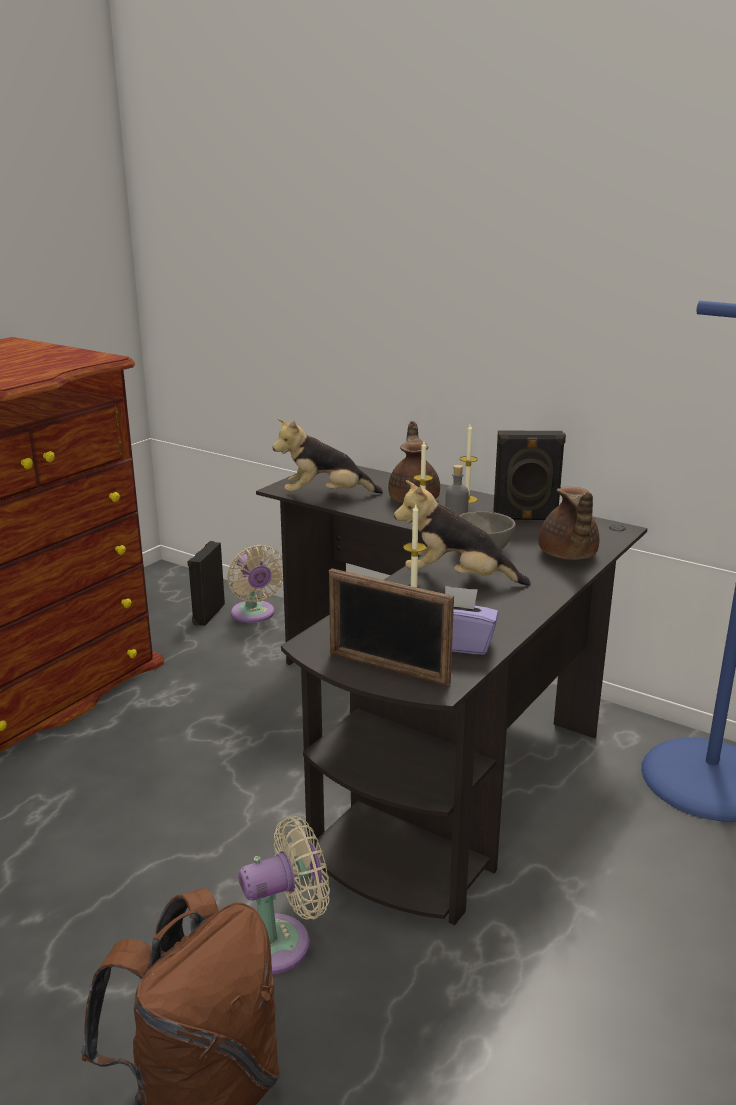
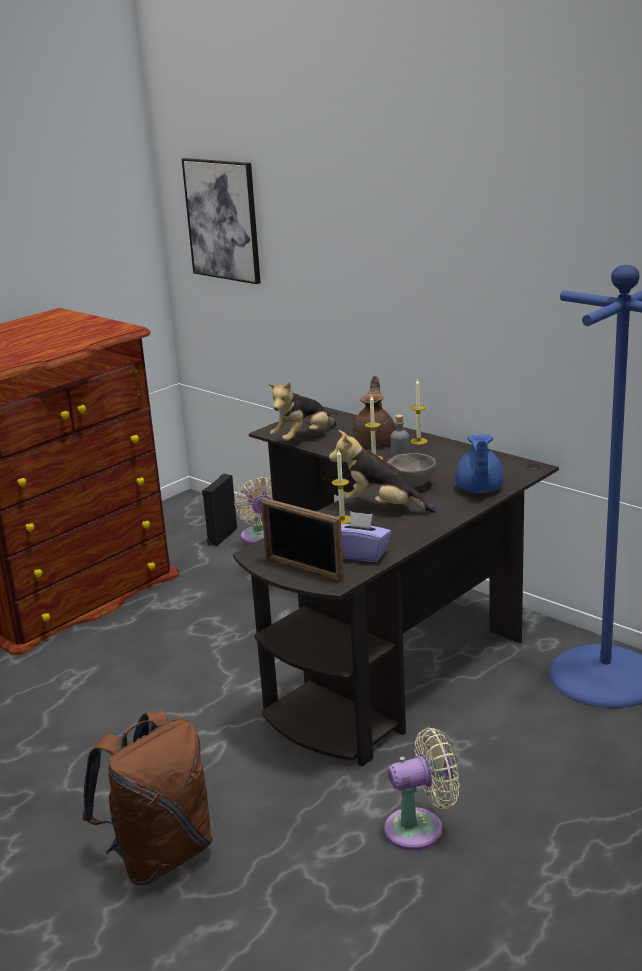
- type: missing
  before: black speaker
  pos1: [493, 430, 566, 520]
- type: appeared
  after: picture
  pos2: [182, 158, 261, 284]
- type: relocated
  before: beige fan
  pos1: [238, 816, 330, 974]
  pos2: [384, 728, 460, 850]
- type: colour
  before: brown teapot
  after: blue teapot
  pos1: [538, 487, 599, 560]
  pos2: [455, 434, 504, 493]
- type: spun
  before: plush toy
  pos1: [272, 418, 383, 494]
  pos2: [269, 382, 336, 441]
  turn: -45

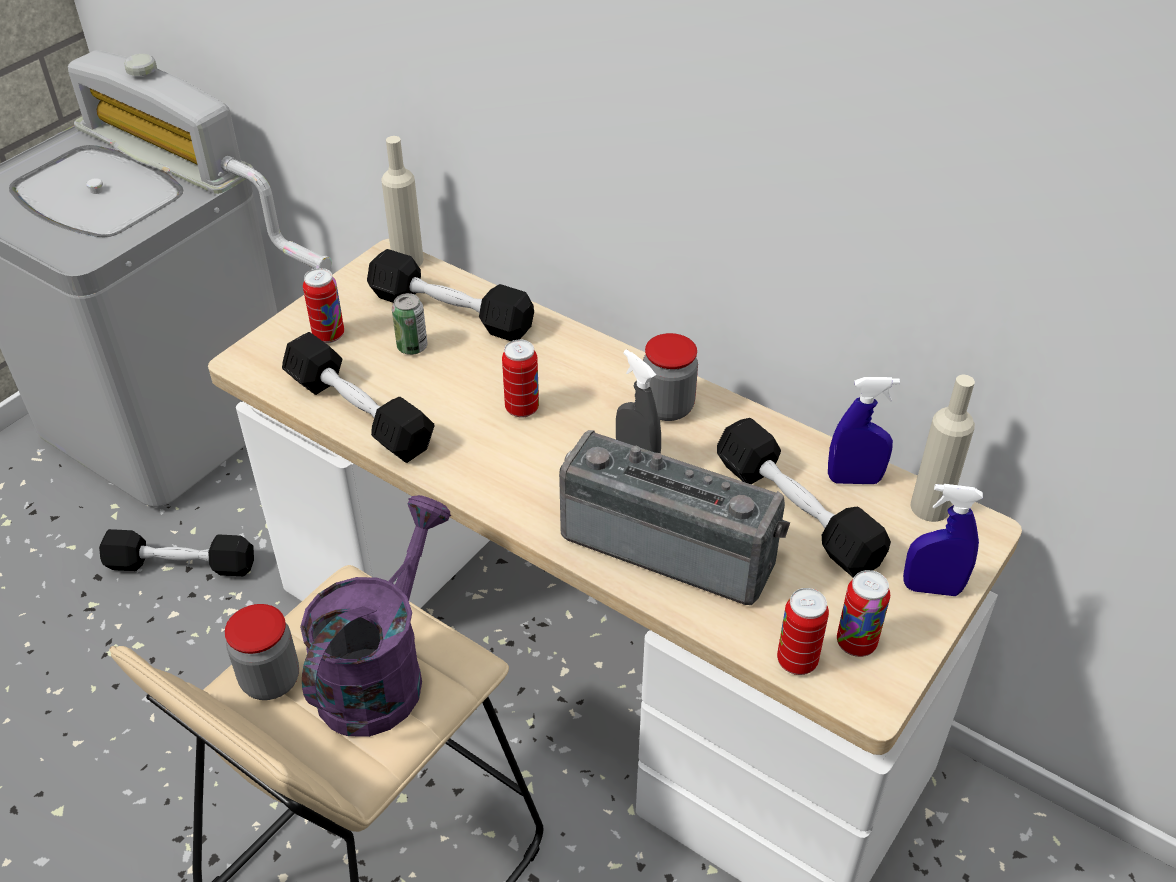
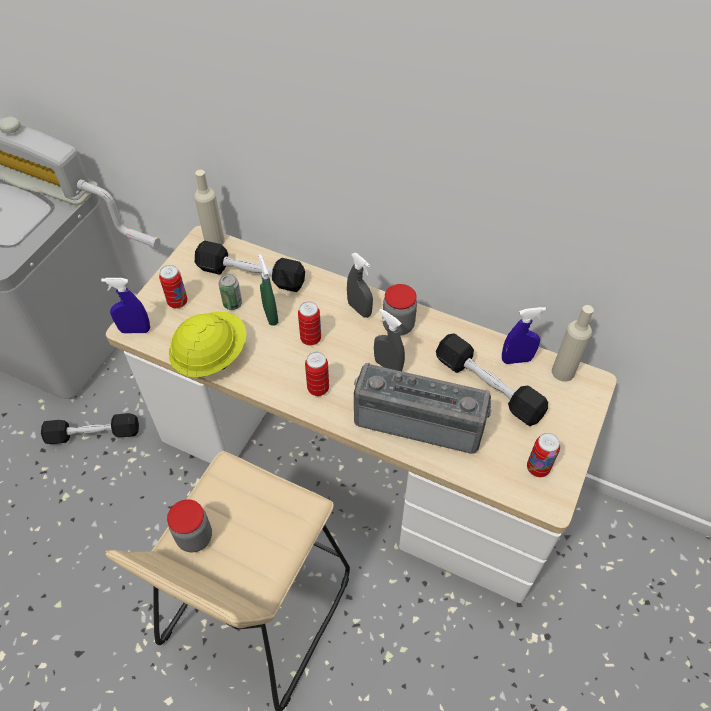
- type: missing
  before: purple watering can
  pos1: [300, 495, 451, 737]
- type: appeared
  after: green spray bottle
  pos2: [258, 254, 278, 326]
- type: appeared
  after: grey spray bottle
  pos2: [347, 253, 373, 318]
- type: relocated
  before: can
  pos1: [777, 588, 829, 675]
  pos2: [305, 352, 329, 396]
- type: relocated
  before: blue spray bottle
  pos1: [903, 484, 983, 596]
  pos2: [101, 278, 150, 334]
- type: exchanged
  before: black dumbbell
  after: yellow hard hat
  pos1: [282, 332, 435, 463]
  pos2: [169, 312, 246, 377]

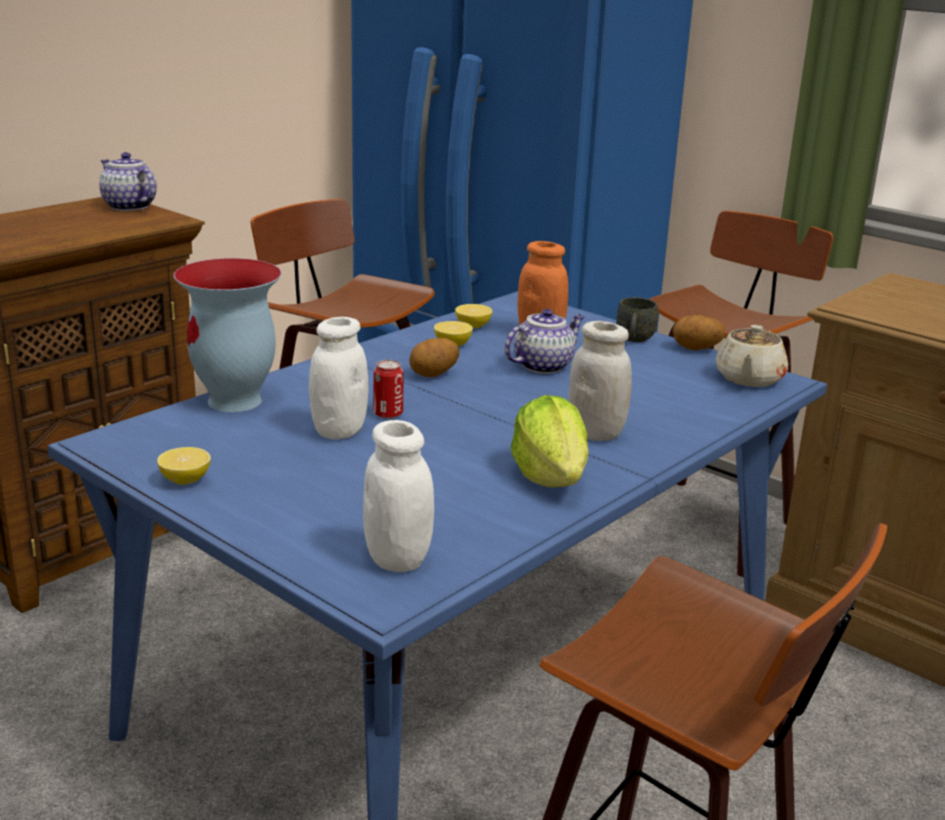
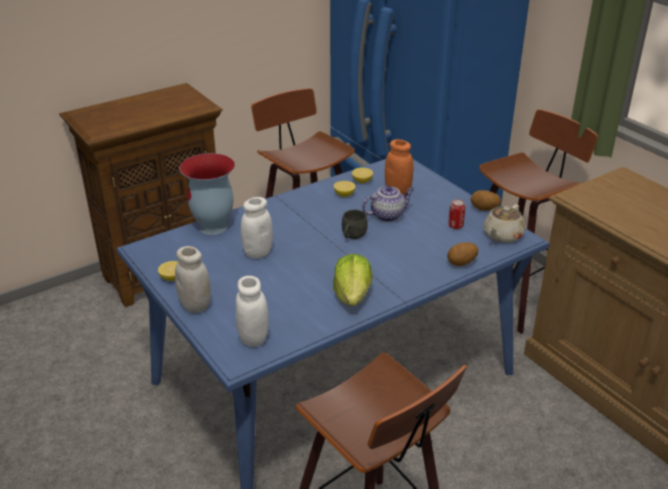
- type: missing
  before: teapot
  pos1: [99, 152, 157, 211]
- type: relocated
  before: can
  pos1: [373, 360, 403, 419]
  pos2: [448, 199, 466, 229]
- type: relocated
  before: potato
  pos1: [409, 338, 459, 377]
  pos2: [447, 242, 478, 266]
- type: relocated
  before: white jar
  pos1: [568, 321, 632, 441]
  pos2: [175, 246, 211, 313]
- type: relocated
  before: grey mug
  pos1: [616, 297, 658, 342]
  pos2: [342, 209, 368, 239]

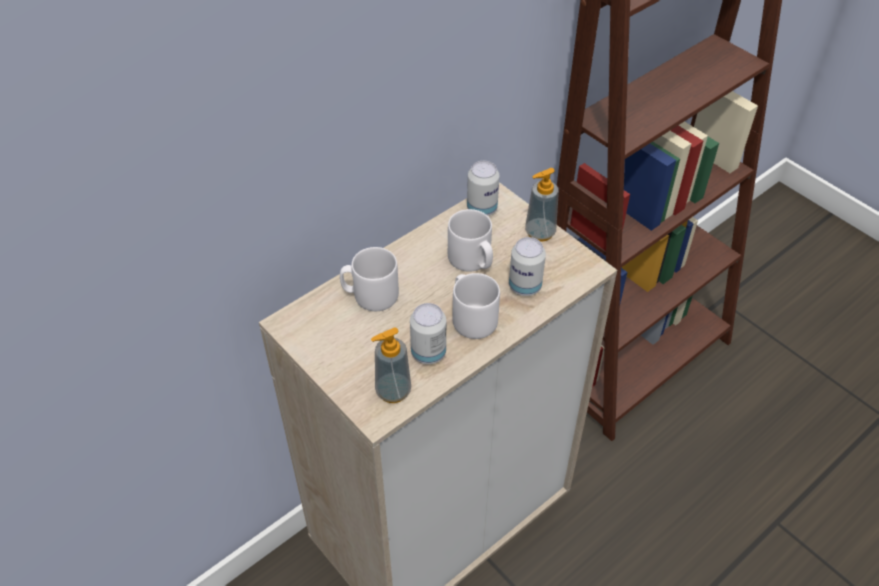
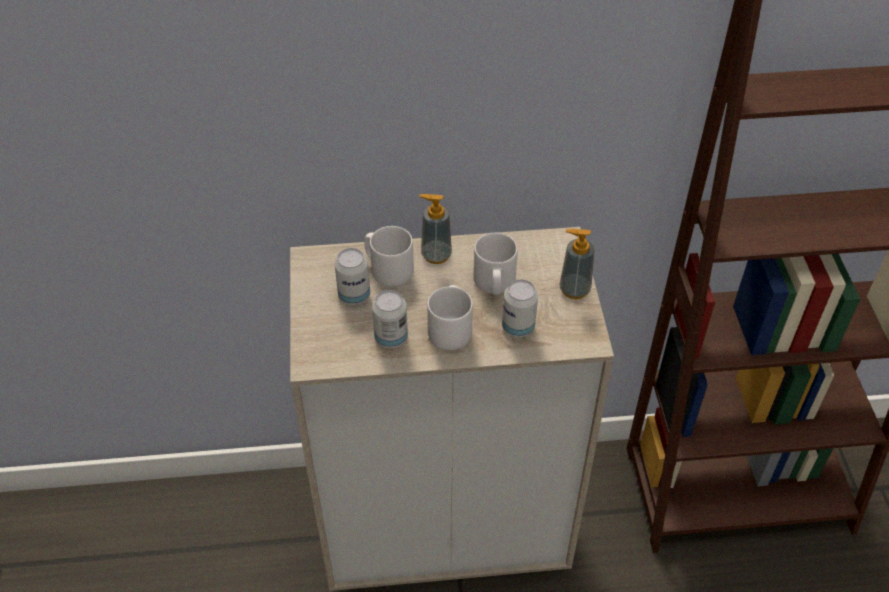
- type: relocated
  before: soap dispenser
  pos1: [371, 327, 411, 403]
  pos2: [419, 194, 452, 264]
- type: relocated
  before: can
  pos1: [467, 161, 500, 216]
  pos2: [335, 248, 370, 305]

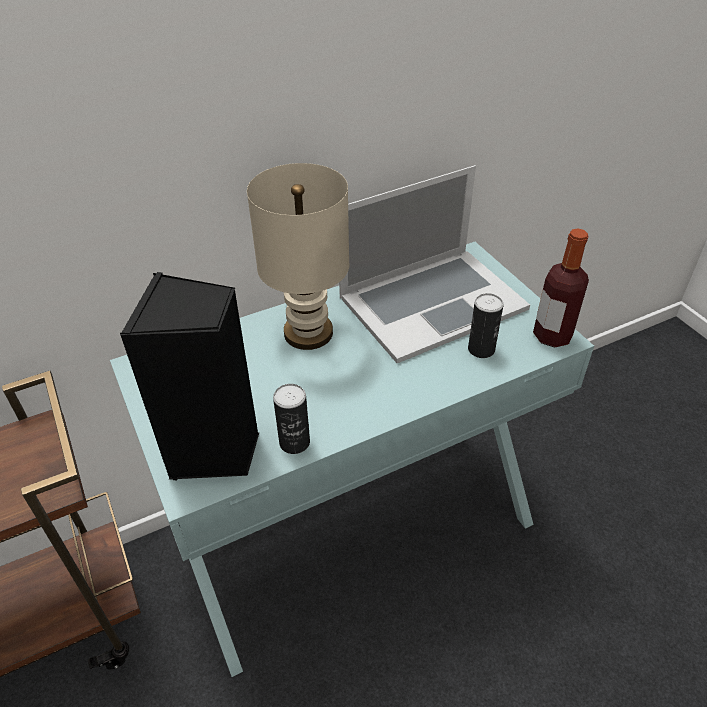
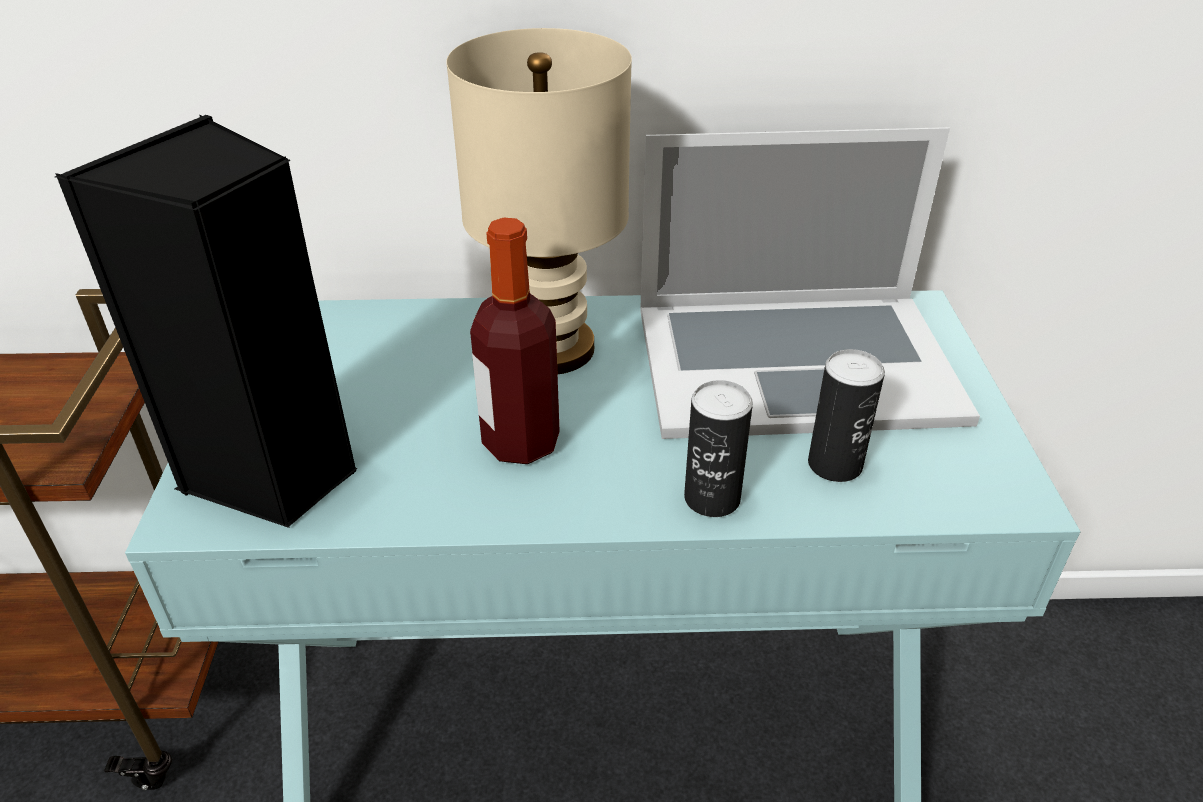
- type: relocated
  before: can
  pos1: [273, 384, 310, 454]
  pos2: [684, 380, 753, 517]
- type: relocated
  before: bottle
  pos1: [533, 228, 589, 348]
  pos2: [470, 218, 560, 464]

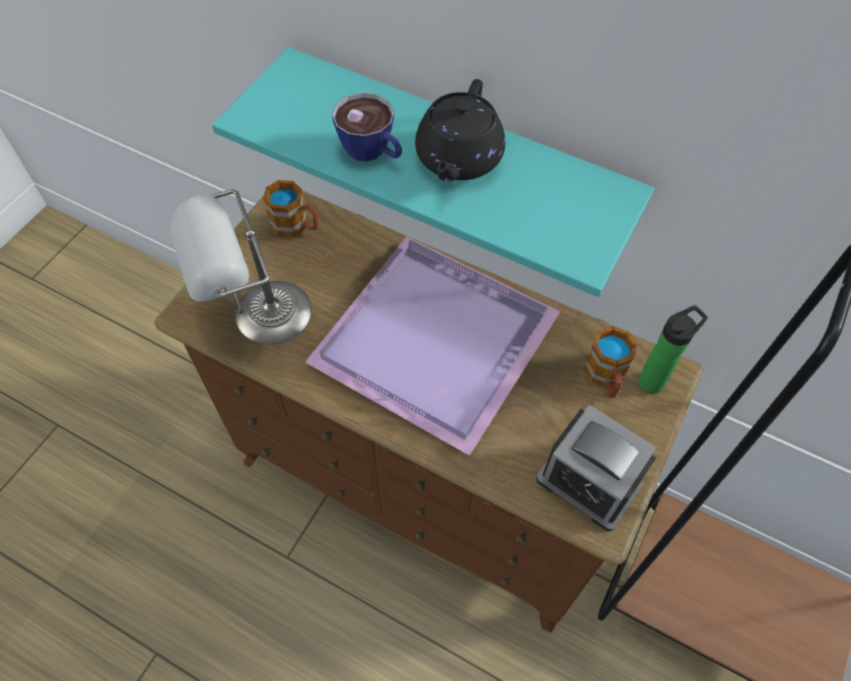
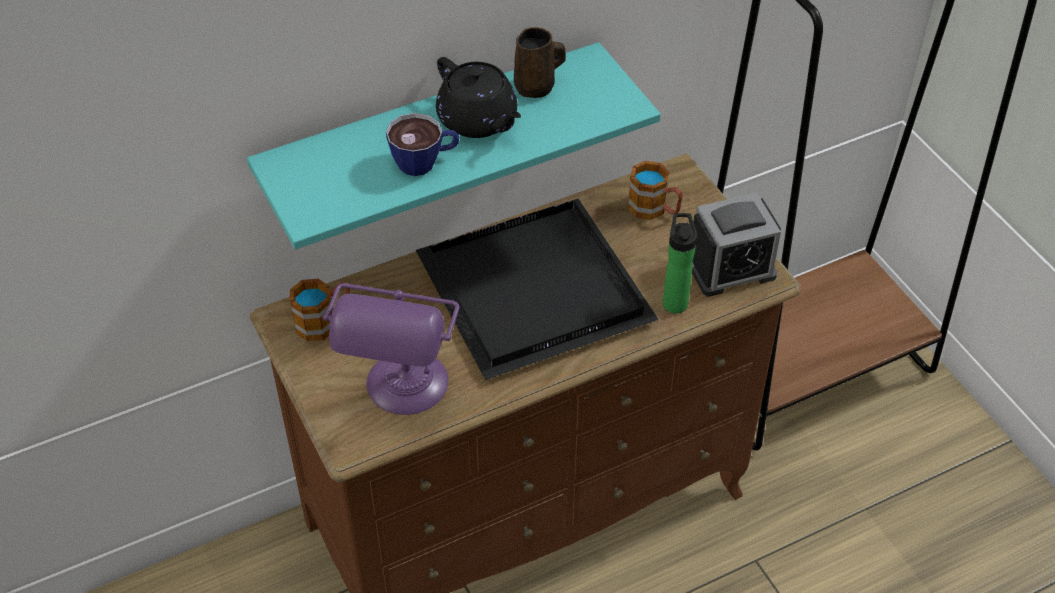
- type: appeared
  after: brown mug
  pos2: [514, 27, 566, 98]
- type: relocated
  before: bottle
  pos1: [638, 305, 708, 394]
  pos2: [663, 213, 697, 314]
- type: colour
  before: white table lamp
  after: purple table lamp
  pos1: [171, 190, 312, 345]
  pos2: [323, 283, 460, 415]
- type: colour
  before: purple tray
  after: black tray
  pos1: [305, 236, 560, 456]
  pos2: [416, 199, 659, 380]

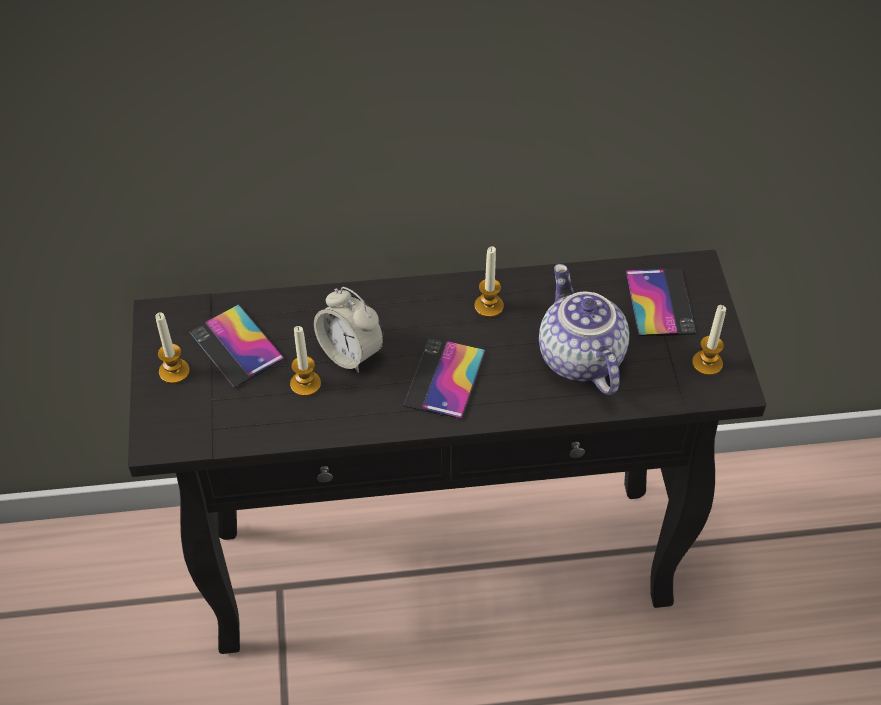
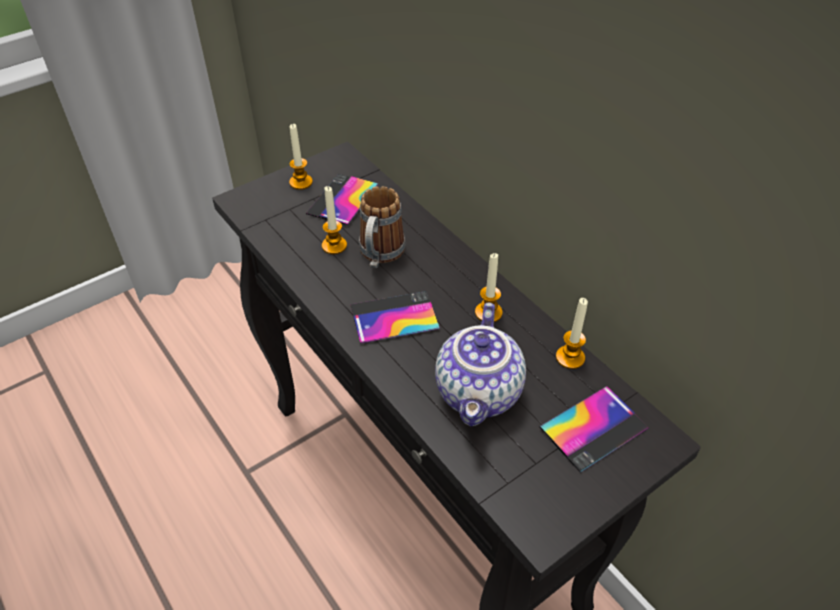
- type: relocated
  before: candle
  pos1: [692, 305, 726, 376]
  pos2: [556, 298, 588, 369]
- type: exchanged
  before: alarm clock
  after: mug
  pos1: [314, 287, 384, 373]
  pos2: [359, 186, 405, 268]
- type: spun
  before: teapot
  pos1: [539, 264, 629, 395]
  pos2: [435, 302, 526, 426]
  turn: 150

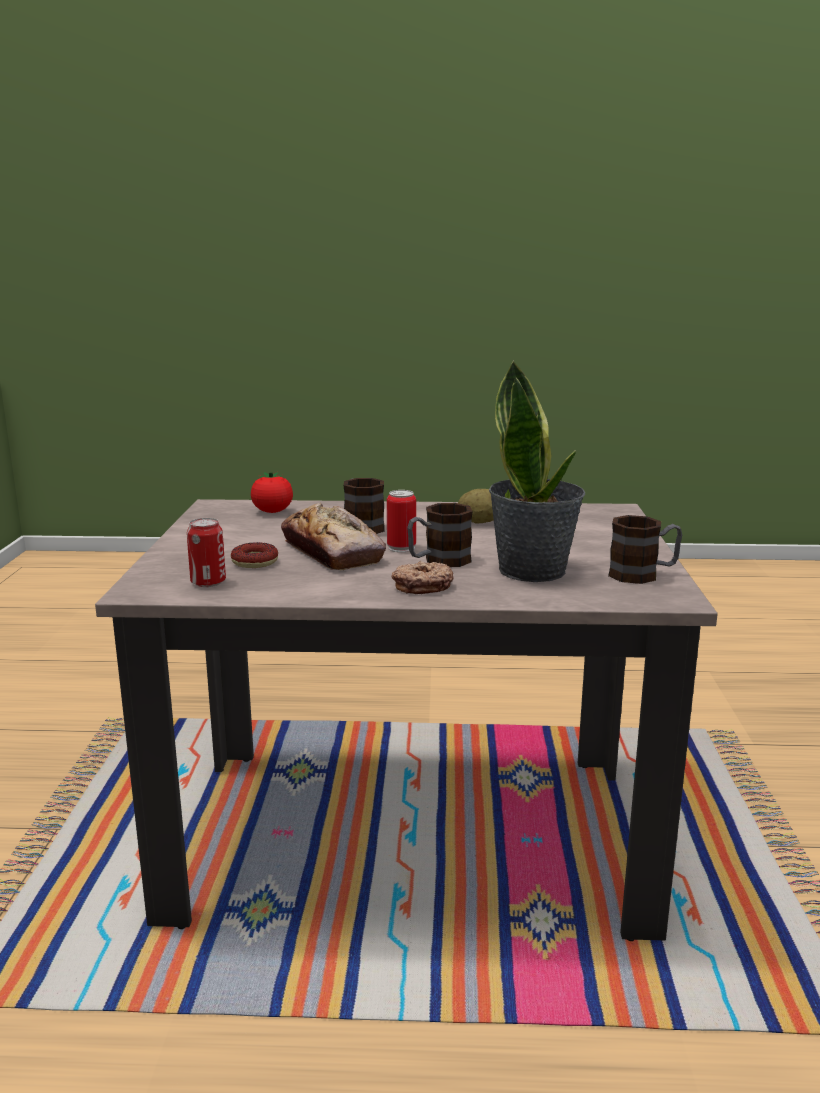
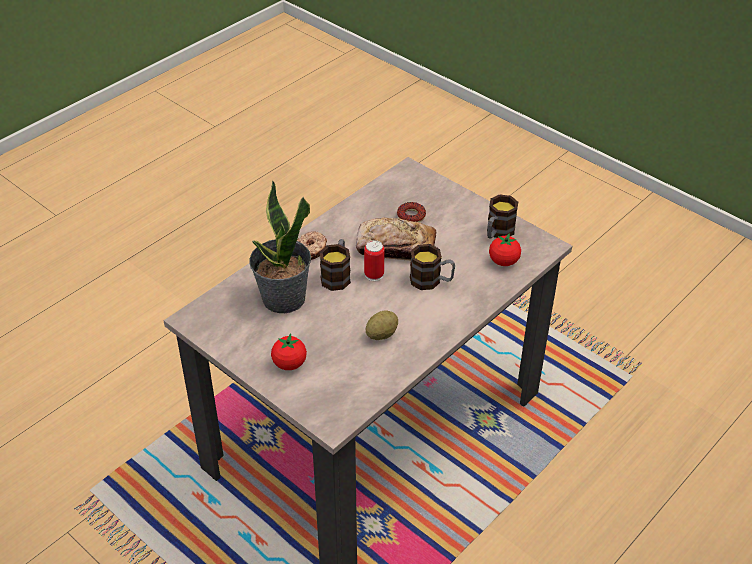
- type: missing
  before: can
  pos1: [187, 518, 226, 587]
- type: appeared
  after: tomato
  pos2: [271, 333, 307, 370]
- type: relocated
  before: mug
  pos1: [608, 515, 682, 584]
  pos2: [487, 194, 518, 239]

